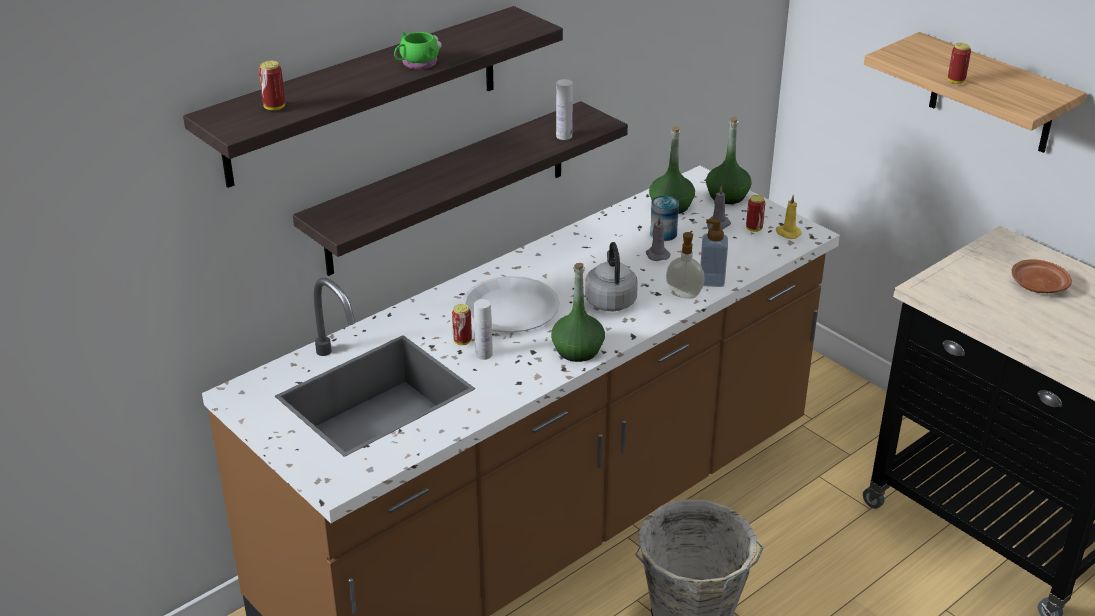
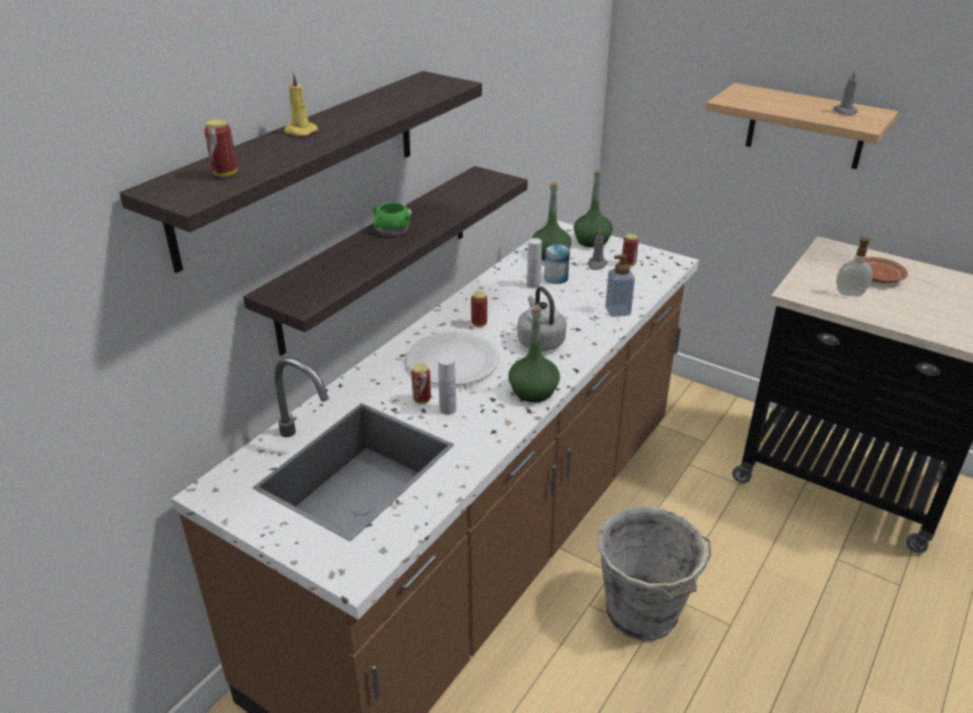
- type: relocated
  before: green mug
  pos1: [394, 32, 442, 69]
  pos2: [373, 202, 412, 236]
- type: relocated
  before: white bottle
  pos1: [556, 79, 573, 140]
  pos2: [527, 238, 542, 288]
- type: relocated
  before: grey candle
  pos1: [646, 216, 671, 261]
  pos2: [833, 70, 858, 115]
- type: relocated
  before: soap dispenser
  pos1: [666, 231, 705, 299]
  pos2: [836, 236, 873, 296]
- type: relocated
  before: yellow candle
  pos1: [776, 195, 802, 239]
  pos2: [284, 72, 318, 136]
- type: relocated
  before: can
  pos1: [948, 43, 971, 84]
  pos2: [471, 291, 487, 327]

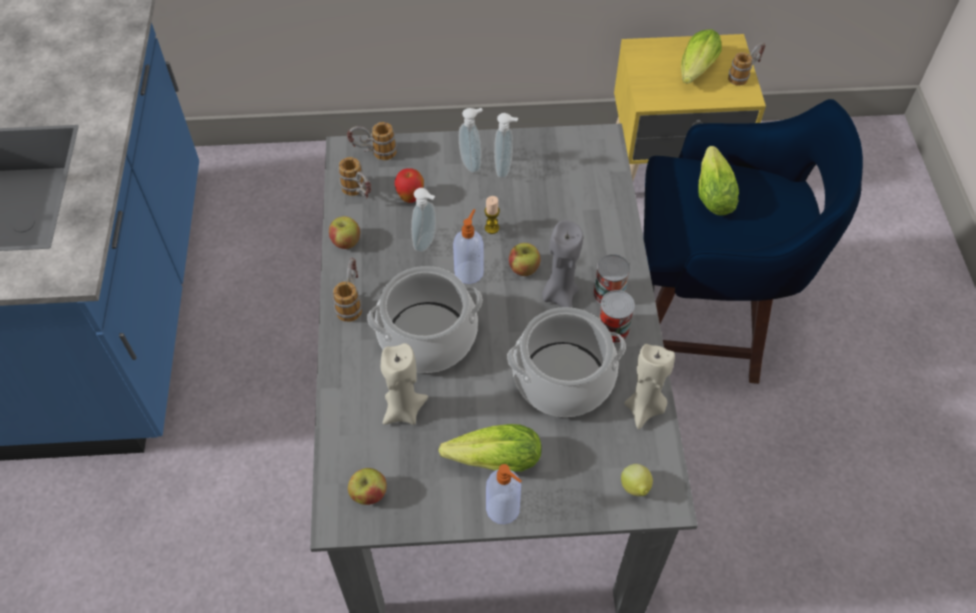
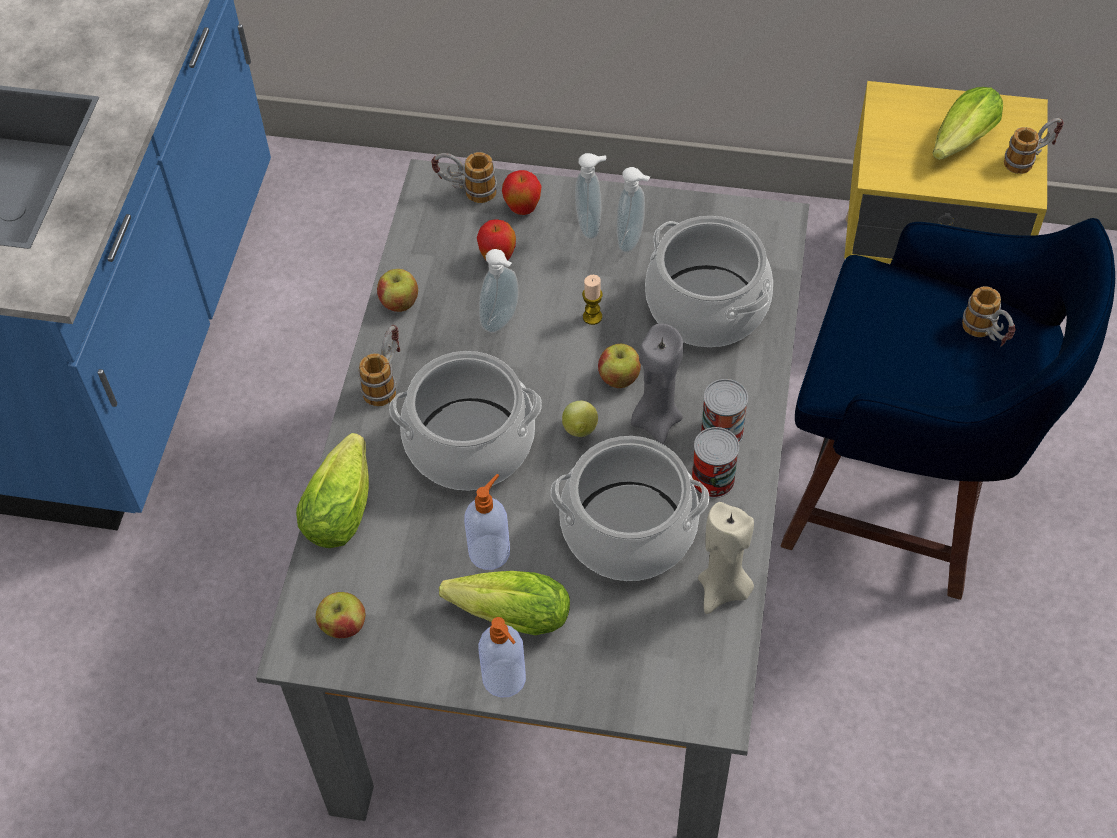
- type: missing
  before: beige candle
  pos1: [381, 343, 428, 425]
- type: appeared
  after: apple
  pos2: [502, 170, 541, 215]
- type: appeared
  after: cooking pot
  pos2: [645, 216, 773, 347]
- type: relocated
  before: mug
  pos1: [338, 157, 371, 199]
  pos2: [962, 286, 1016, 347]
- type: relocated
  before: soap dispenser
  pos1: [453, 209, 484, 284]
  pos2: [464, 474, 510, 570]
- type: relocated
  before: lemon
  pos1: [621, 464, 653, 496]
  pos2: [562, 401, 598, 437]
- type: relocated
  before: lettuce
  pos1: [698, 146, 739, 216]
  pos2: [296, 433, 369, 548]

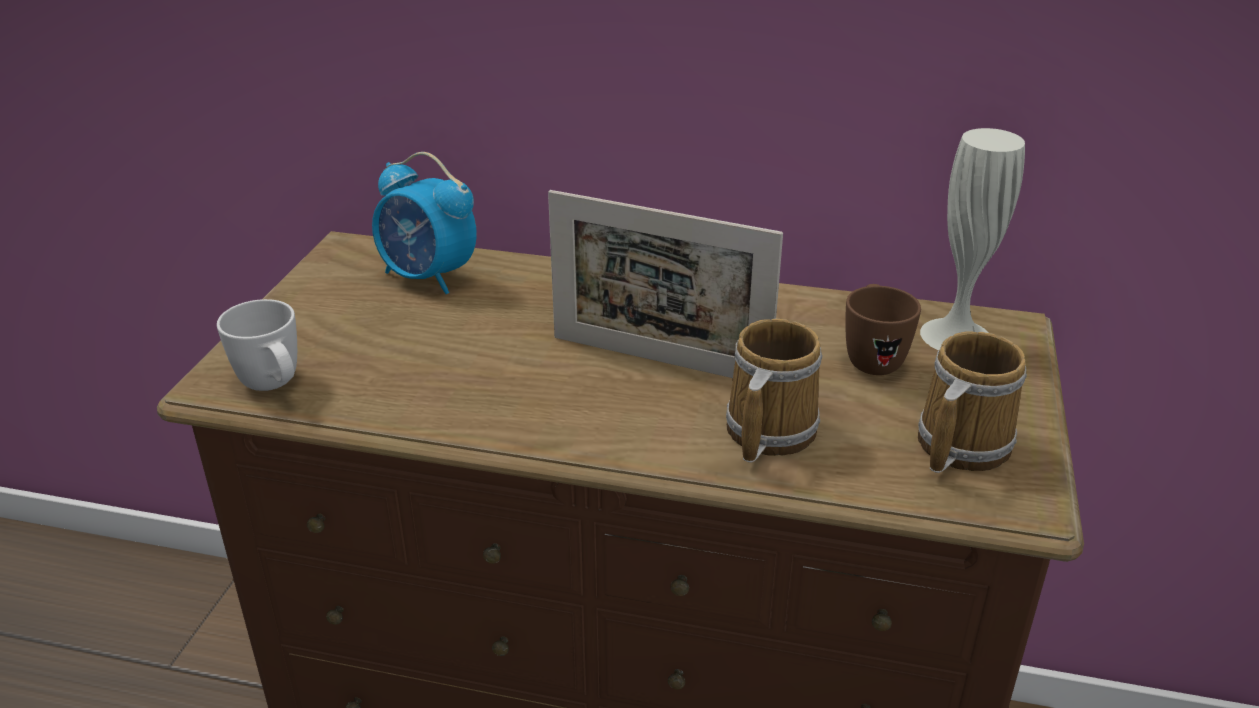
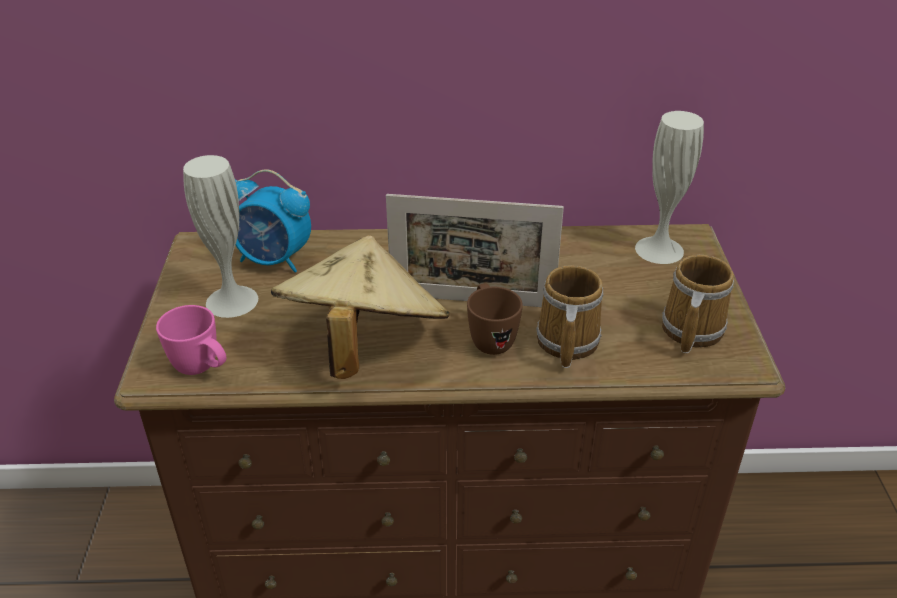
- type: appeared
  after: white vase
  pos2: [183, 155, 258, 318]
- type: appeared
  after: beige hat
  pos2: [271, 235, 450, 379]
- type: relocated
  before: brown mug
  pos1: [845, 284, 921, 375]
  pos2: [467, 283, 523, 355]
- type: colour
  before: white mug
  after: pink mug
  pos1: [217, 299, 297, 391]
  pos2: [156, 305, 226, 375]

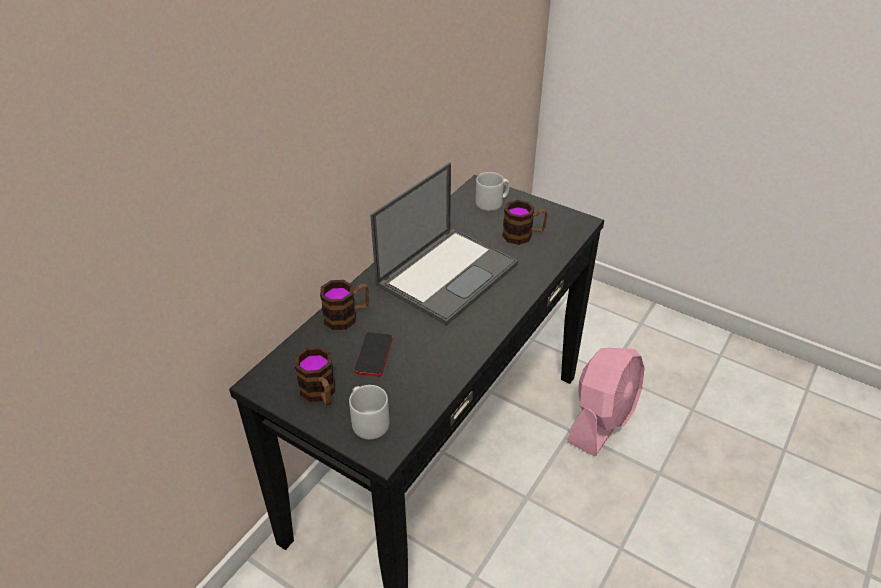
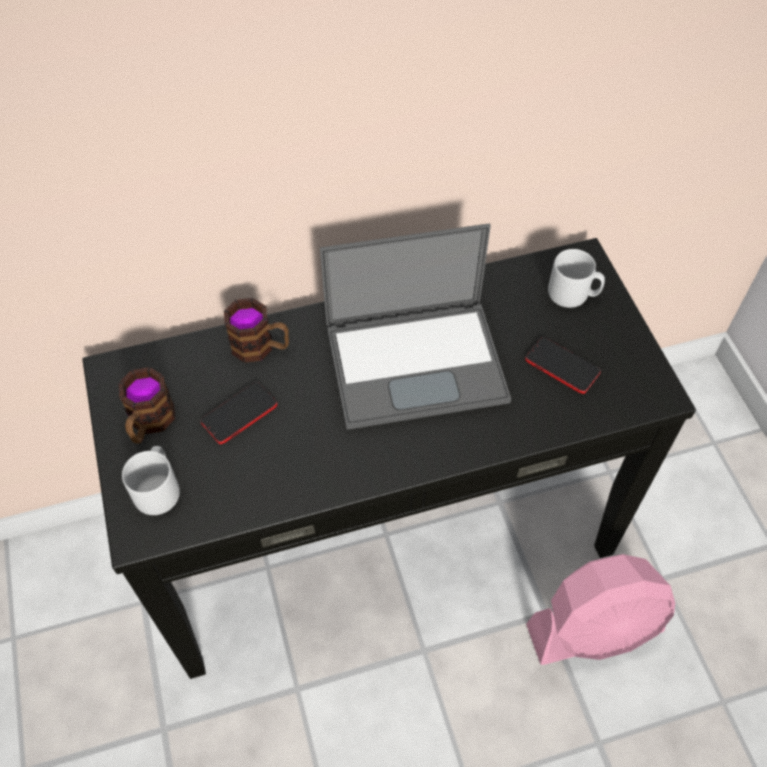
- type: exchanged
  before: mug
  after: phone
  pos1: [502, 200, 548, 245]
  pos2: [525, 337, 601, 394]

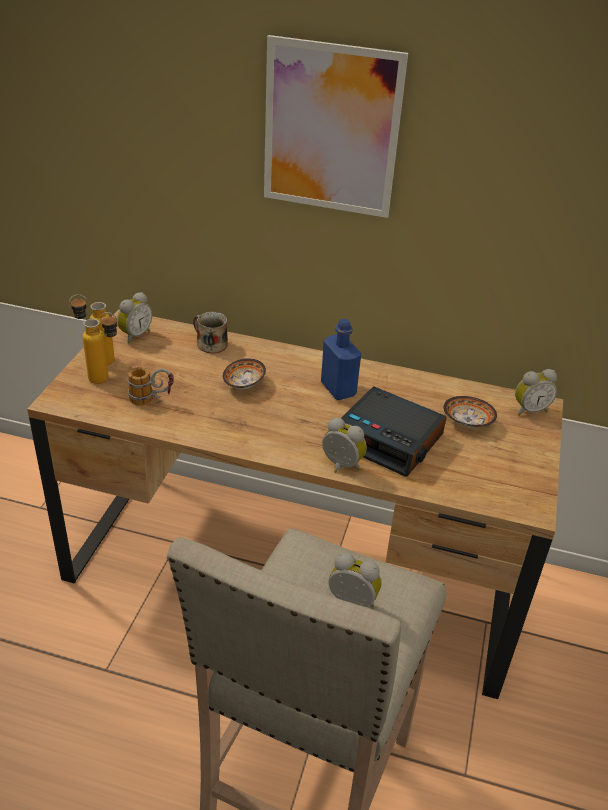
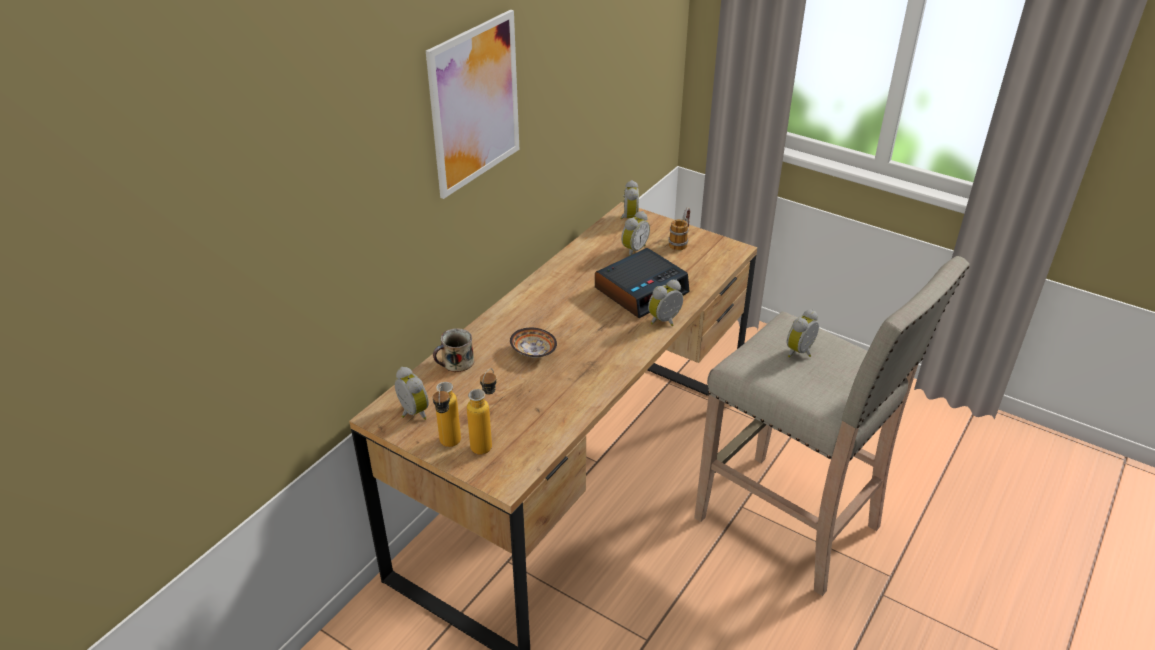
- type: missing
  before: blue bottle
  pos1: [321, 319, 361, 400]
- type: relocated
  before: mug
  pos1: [128, 367, 174, 406]
  pos2: [669, 208, 690, 251]
- type: exchanged
  before: bowl
  after: alarm clock
  pos1: [443, 396, 497, 427]
  pos2: [621, 211, 650, 256]

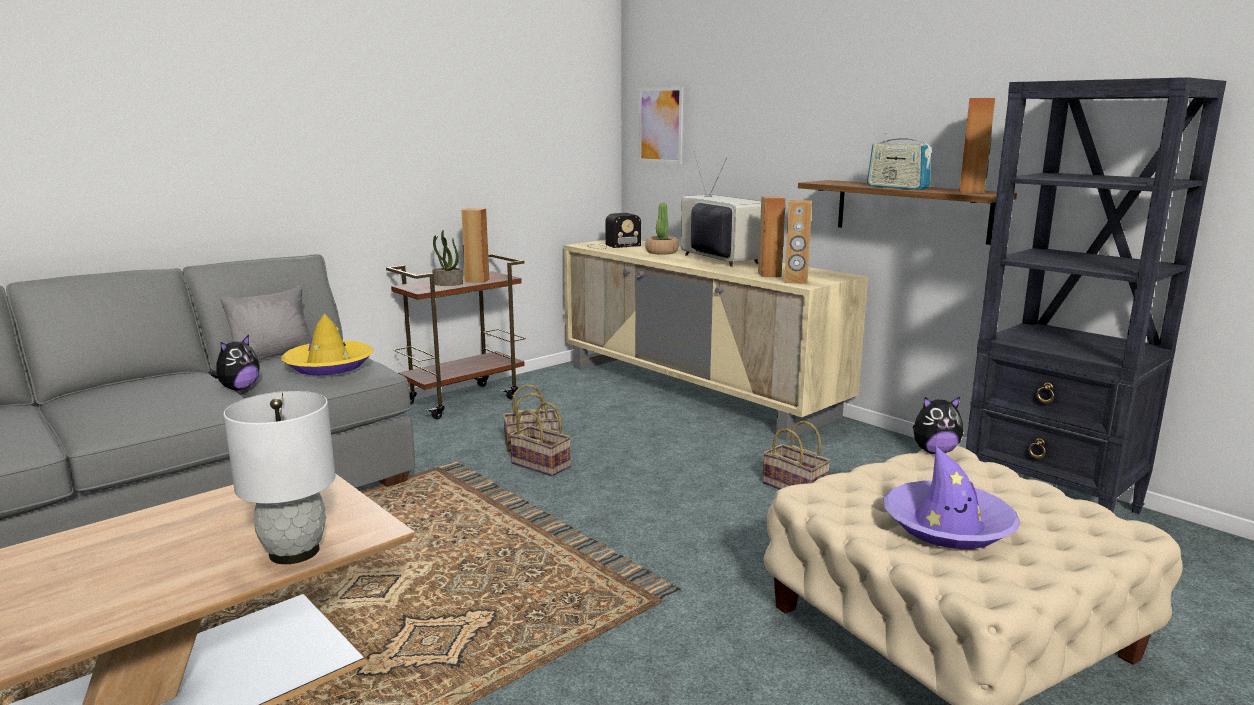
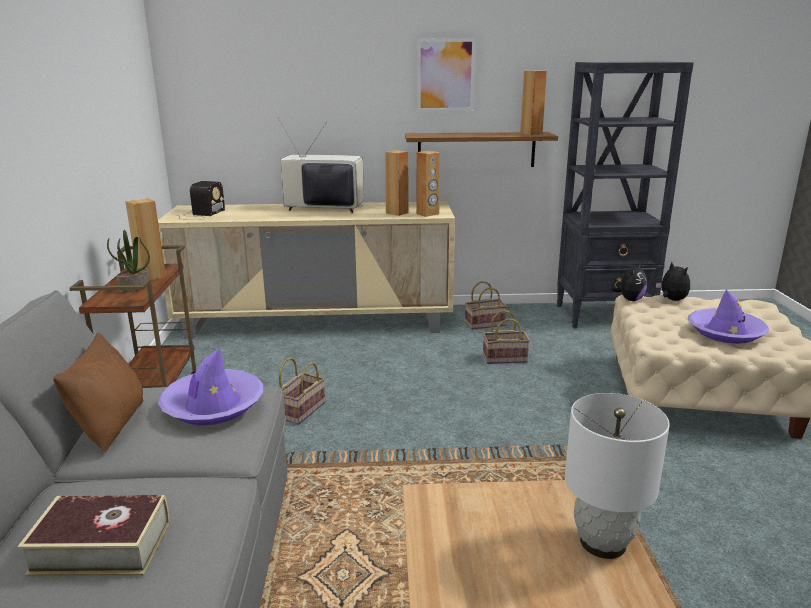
- type: missing
  before: potted plant
  pos1: [645, 202, 679, 255]
- type: missing
  before: radio
  pos1: [867, 133, 931, 190]
- type: appeared
  after: book
  pos2: [17, 495, 170, 577]
- type: relocated
  before: plush toy
  pos1: [211, 335, 260, 391]
  pos2: [656, 262, 690, 301]
- type: relocated
  before: basket
  pos1: [509, 402, 571, 476]
  pos2: [465, 281, 507, 330]
- type: relocated
  before: picture
  pos1: [639, 87, 683, 164]
  pos2: [417, 38, 476, 111]
- type: colour
  before: grey pillow
  after: brown pillow
  pos1: [220, 286, 311, 360]
  pos2: [53, 332, 143, 452]
- type: colour
  before: yellow hat
  after: purple hat
  pos1: [281, 313, 374, 375]
  pos2: [158, 348, 263, 425]

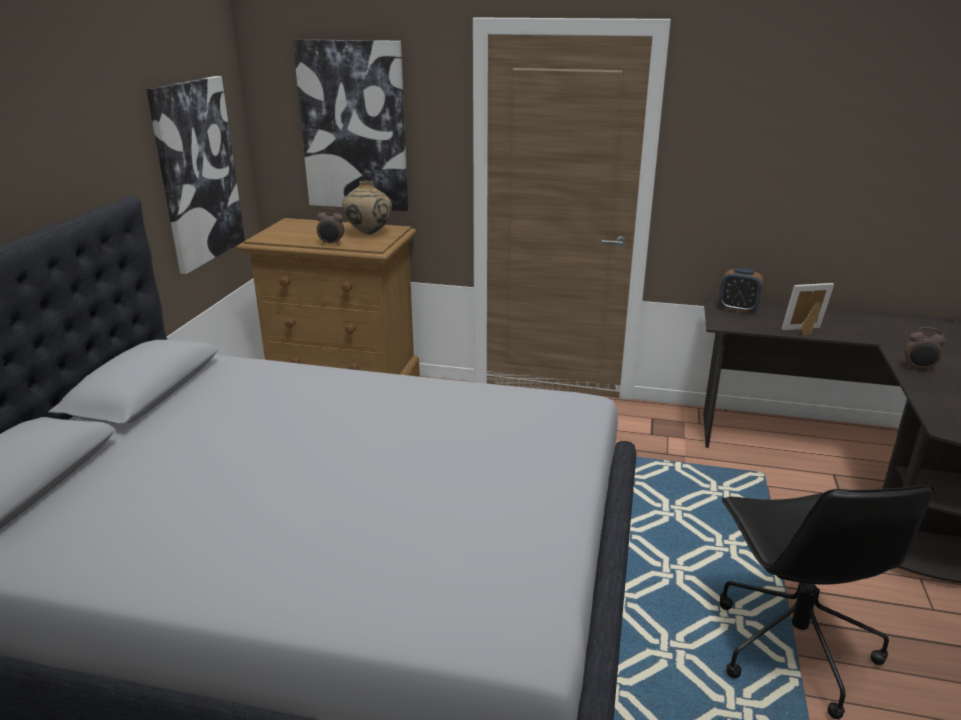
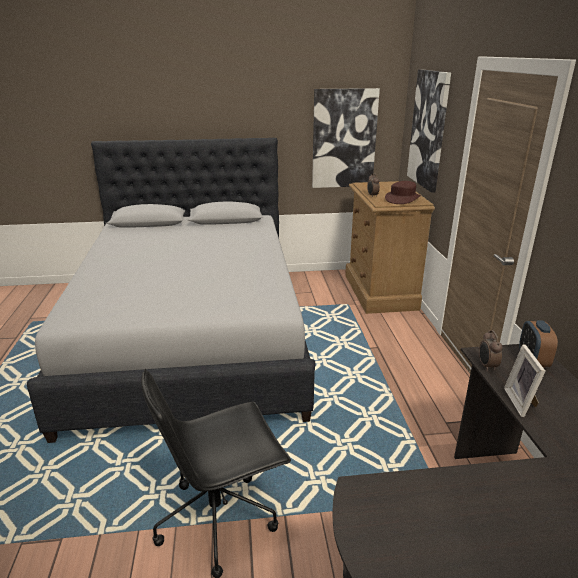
- type: relocated
  before: alarm clock
  pos1: [904, 327, 946, 371]
  pos2: [479, 330, 503, 371]
- type: exchanged
  before: beige vase
  after: brown hat
  pos1: [342, 181, 392, 235]
  pos2: [385, 181, 421, 204]
- type: spun
  before: picture frame
  pos1: [782, 283, 834, 335]
  pos2: [504, 344, 546, 417]
  turn: -150

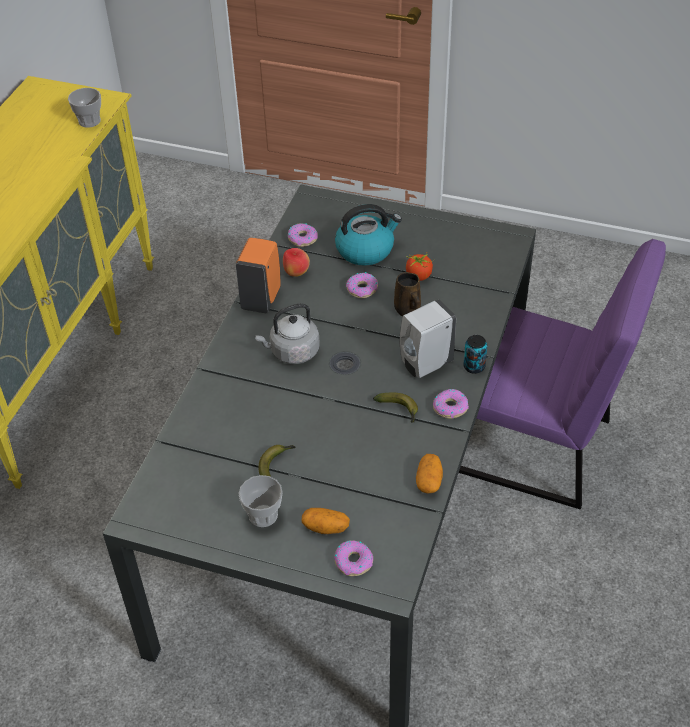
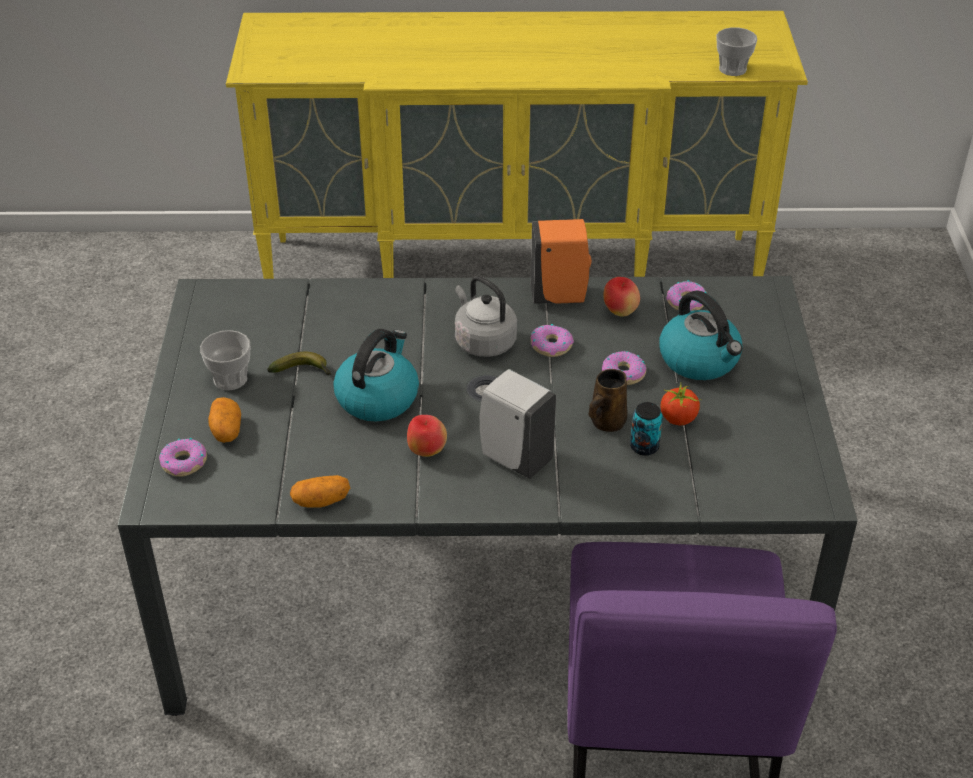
- type: appeared
  after: kettle
  pos2: [333, 329, 419, 421]
- type: relocated
  before: donut
  pos1: [433, 389, 469, 419]
  pos2: [531, 324, 574, 357]
- type: relocated
  before: can
  pos1: [463, 335, 487, 374]
  pos2: [630, 402, 663, 456]
- type: exchanged
  before: banana
  after: apple
  pos1: [373, 393, 418, 423]
  pos2: [407, 415, 447, 457]

